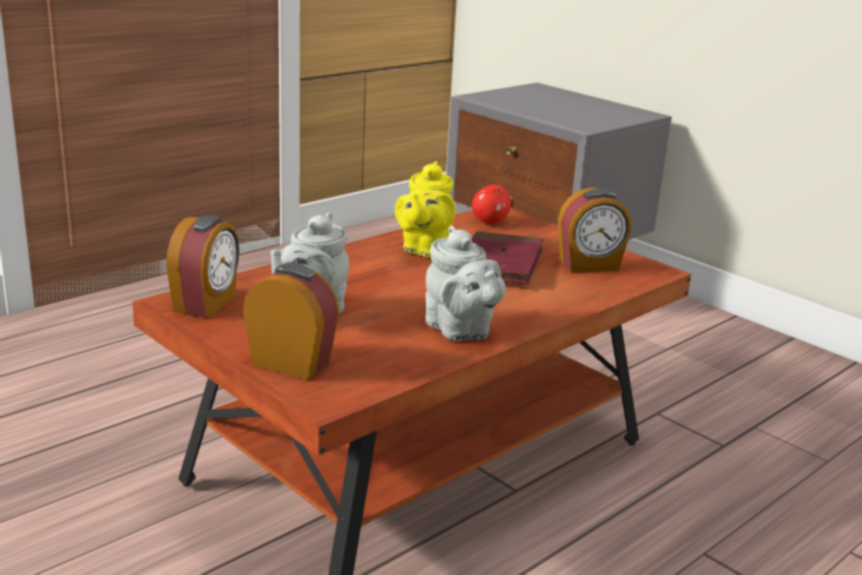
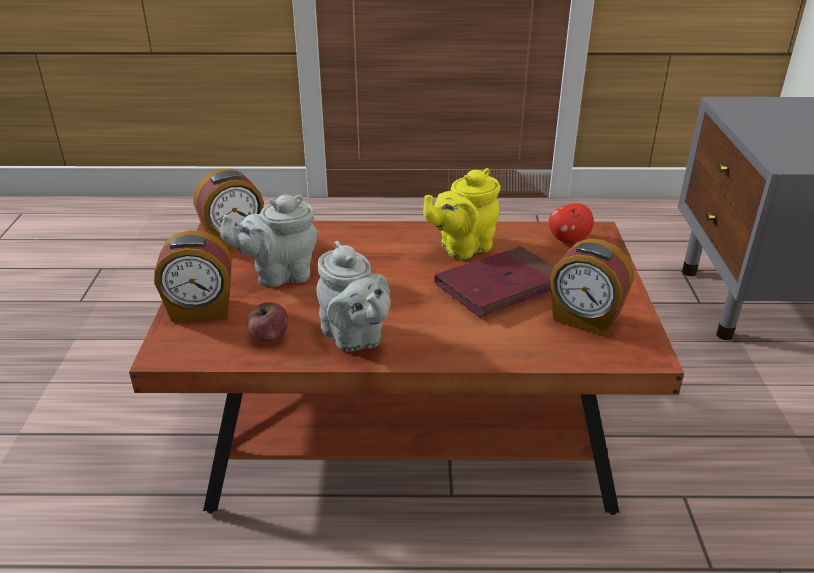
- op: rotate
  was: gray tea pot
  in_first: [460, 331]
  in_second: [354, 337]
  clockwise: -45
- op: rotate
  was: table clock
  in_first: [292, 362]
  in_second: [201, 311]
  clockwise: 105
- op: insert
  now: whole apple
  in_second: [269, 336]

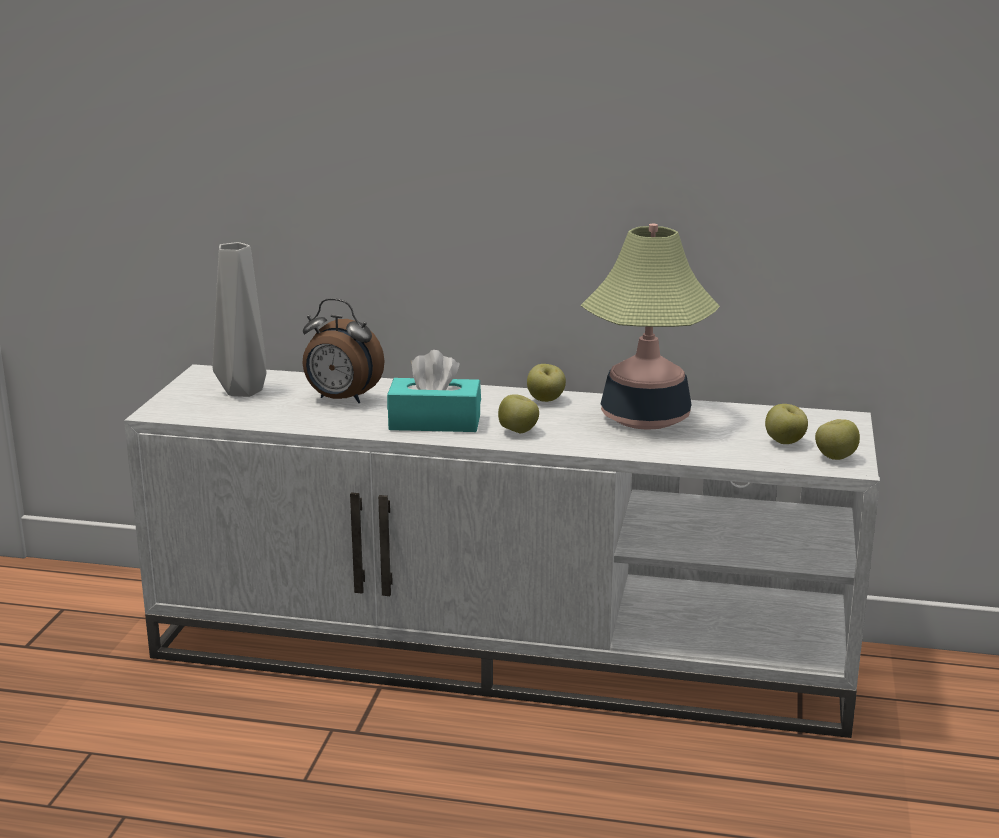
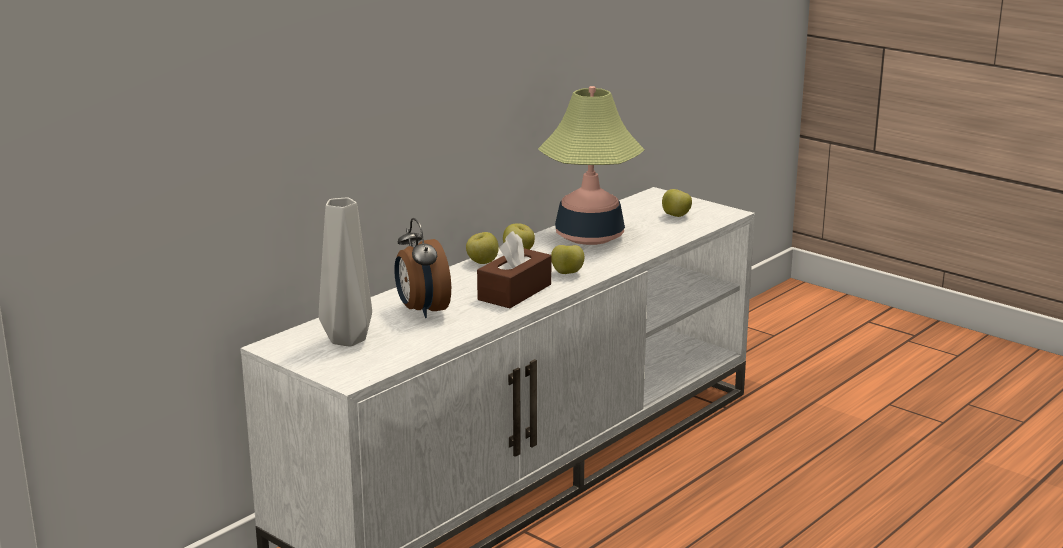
- op: rotate
  was: table clock
  in_first: [341, 399]
  in_second: [421, 310]
  clockwise: 105
- op: recolor
  was: turquoise-coloured tissue box
  now: brown-coloured tissue box
  in_first: [435, 422]
  in_second: [514, 292]
- op: move
  was: whole apple
  in_first: [835, 458]
  in_second: [482, 262]

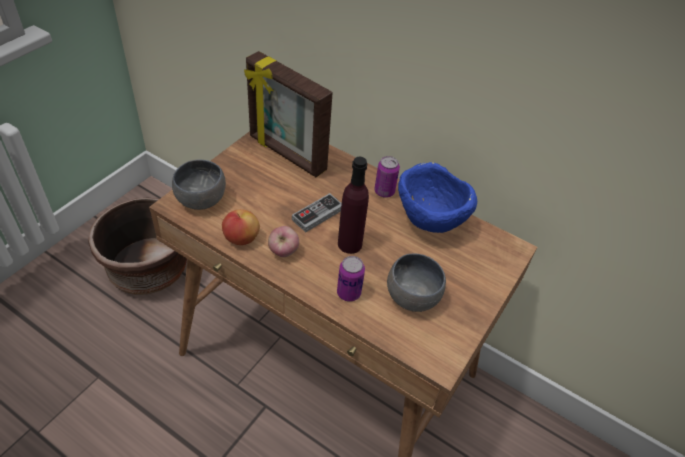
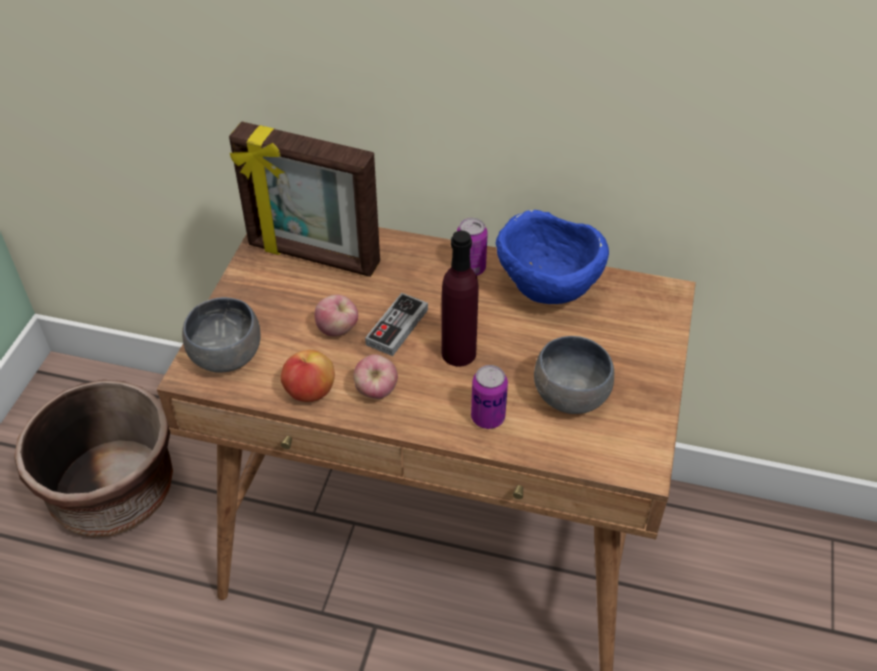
- op: insert
  now: whole apple
  in_second: [337, 330]

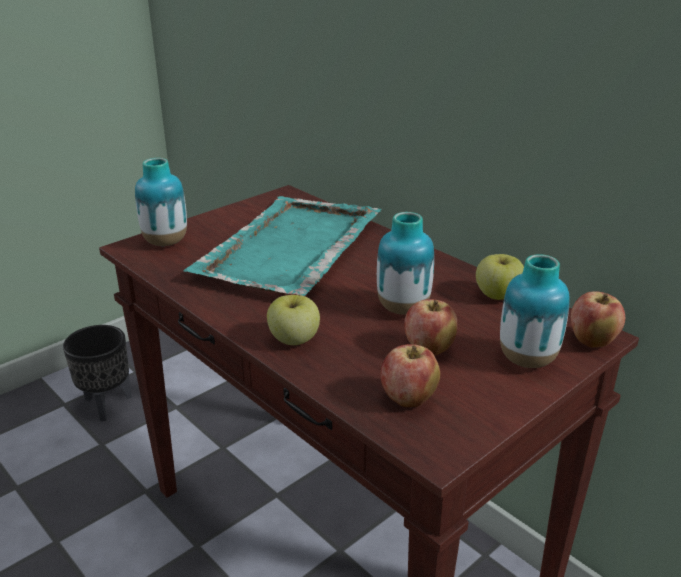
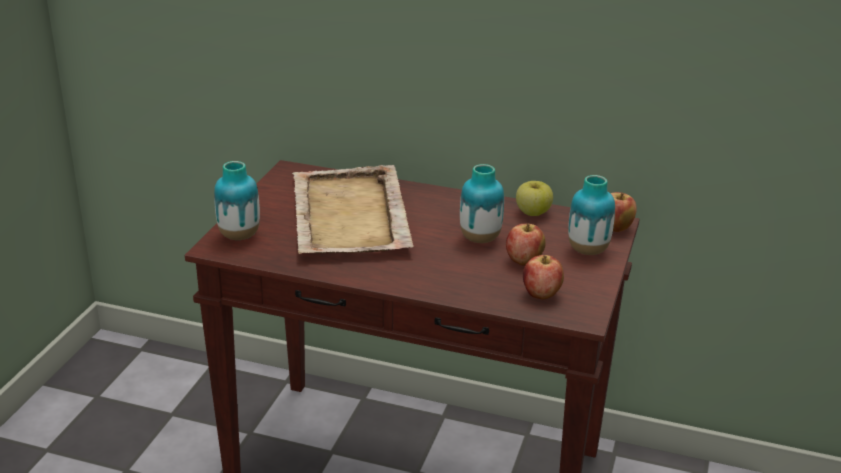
- op: recolor
  was: turquoise-coloured tray
  now: beige tray
  in_first: [289, 249]
  in_second: [349, 216]
- op: delete
  was: whole apple
  in_first: [294, 340]
- op: delete
  was: blackish plant pot
  in_first: [106, 405]

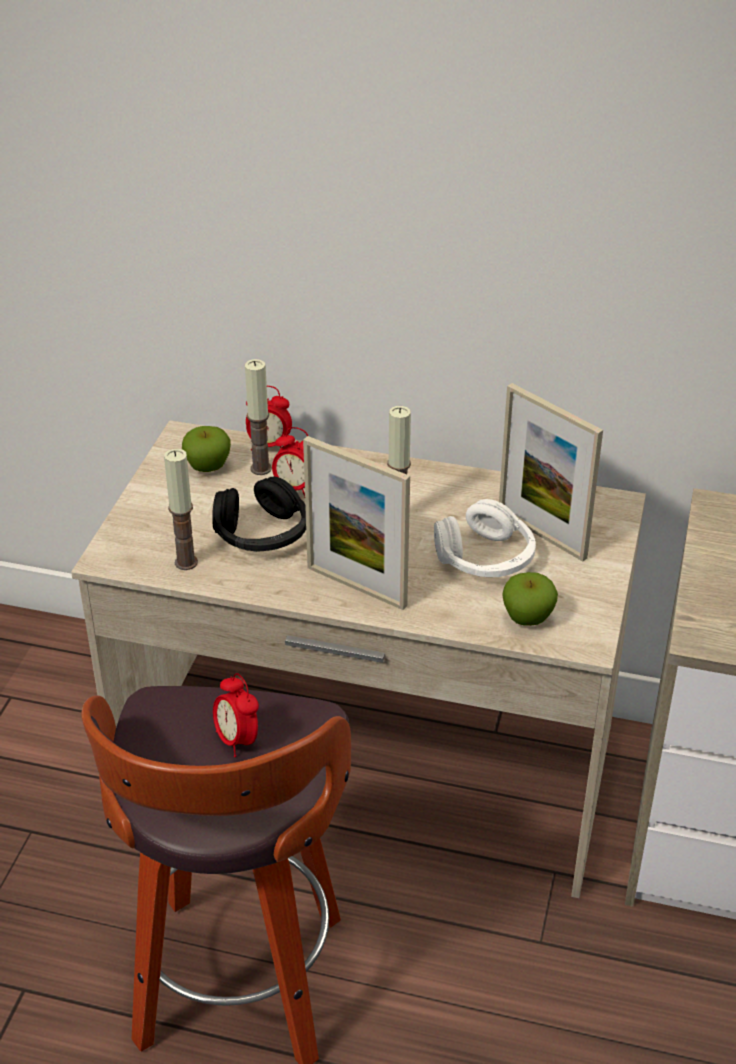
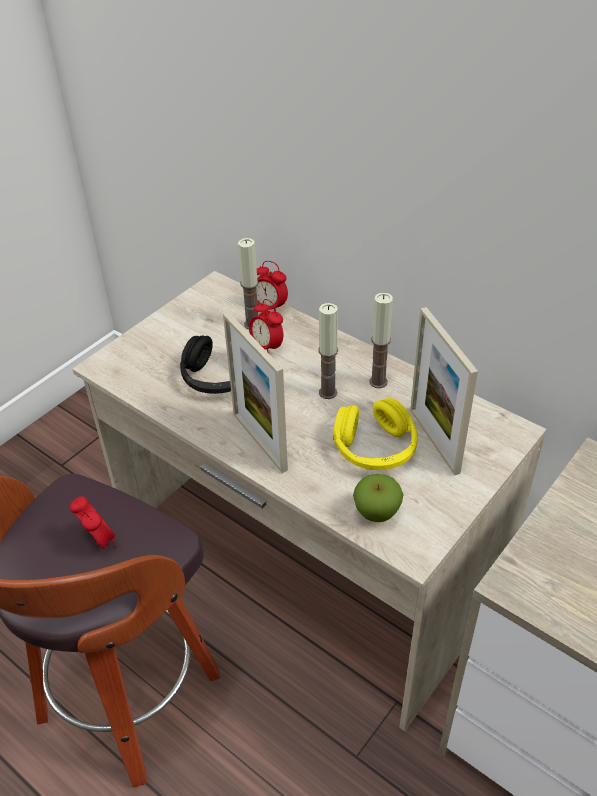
- op: delete
  was: whole apple
  in_first: [208, 467]
- op: move
  was: wax light
  in_first: [186, 562]
  in_second: [378, 382]
- op: recolor
  was: whitish headset
  now: yellowish headset
  in_first: [485, 558]
  in_second: [375, 448]
- op: rotate
  was: table clock
  in_first: [237, 740]
  in_second: [99, 541]
  clockwise: 150

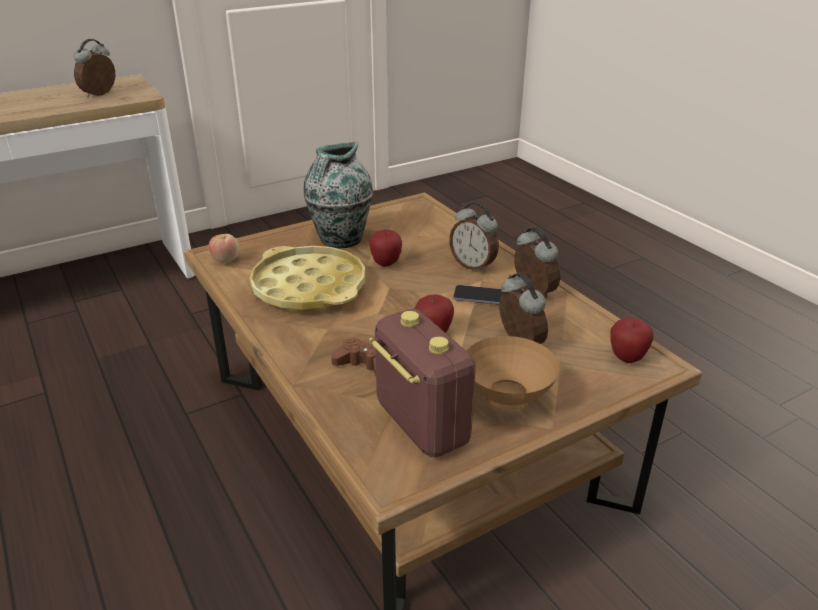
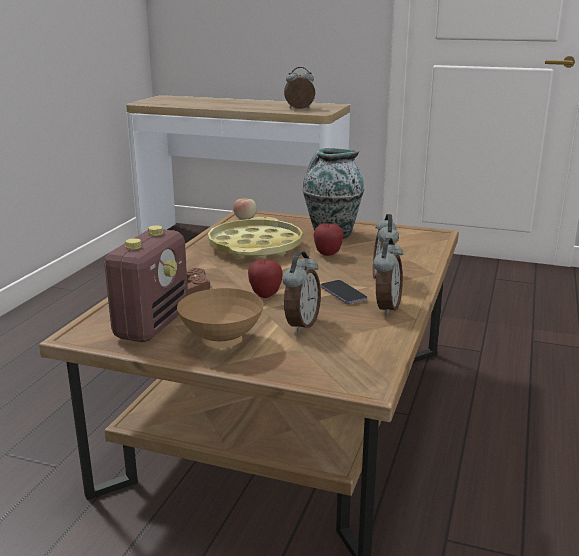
- op: delete
  was: whole apple
  in_first: [627, 358]

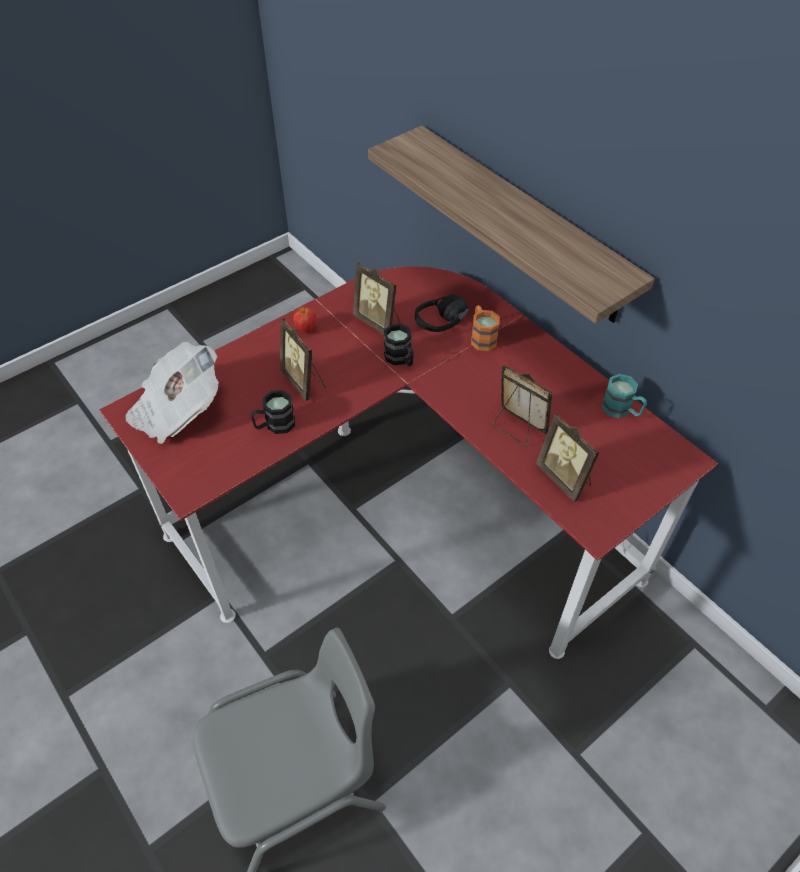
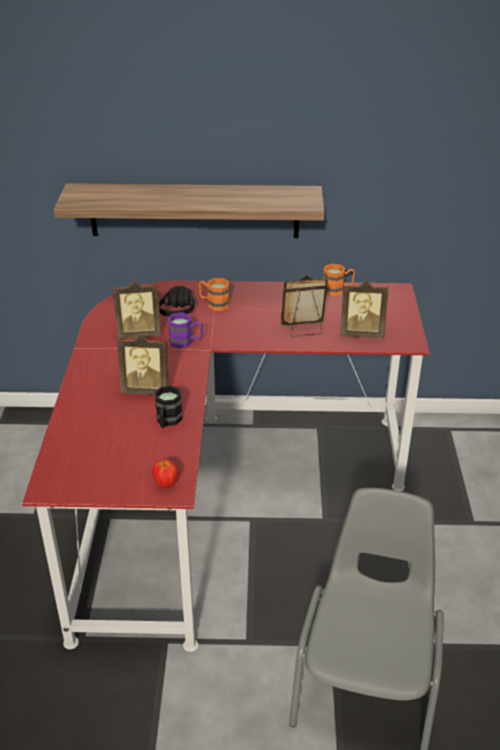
- op: move
  was: whole apple
  in_first: [306, 329]
  in_second: [166, 484]
- op: recolor
  was: blackish mug
  now: purplish mug
  in_first: [400, 359]
  in_second: [186, 341]
- op: delete
  was: daily paper
  in_first: [177, 410]
- op: recolor
  was: turquoise-coloured mug
  now: orangey mug
  in_first: [621, 410]
  in_second: [338, 290]

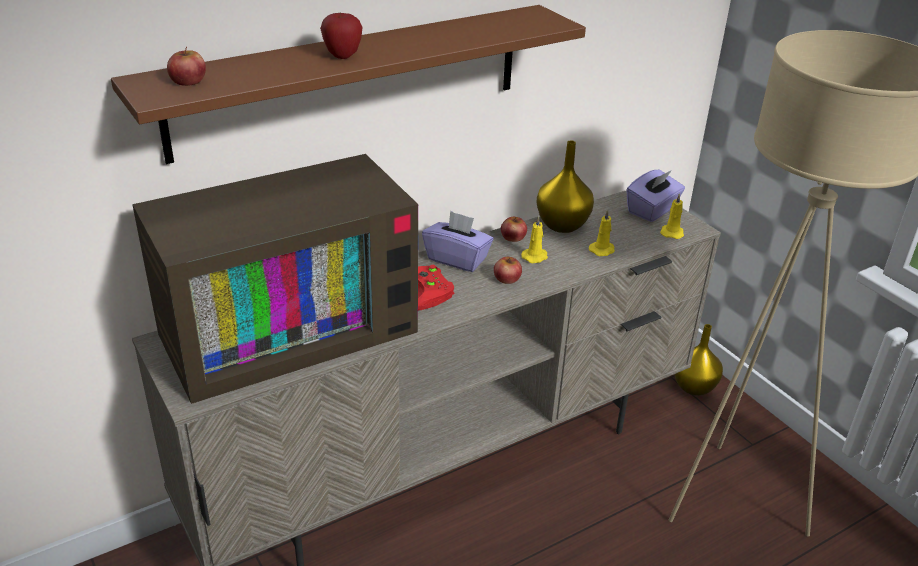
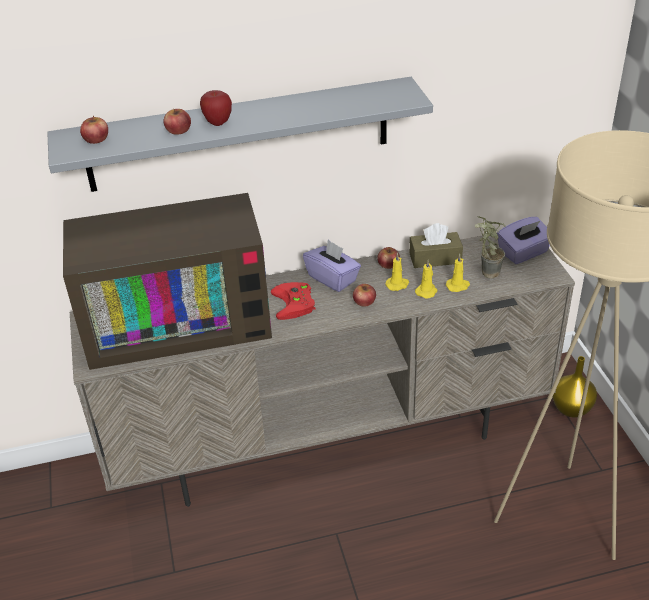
- op: recolor
  was: brown-coloured shelf
  now: gray shelf
  in_first: [351, 80]
  in_second: [239, 135]
- op: replace
  was: yellowish decorative vase
  now: brown-coloured tissue box
  in_first: [562, 225]
  in_second: [435, 258]
- op: move
  was: yellowish wax light
  in_first: [671, 232]
  in_second: [426, 291]
- op: insert
  now: whole apple
  in_second: [178, 130]
- op: insert
  now: potted plant
  in_second: [485, 272]

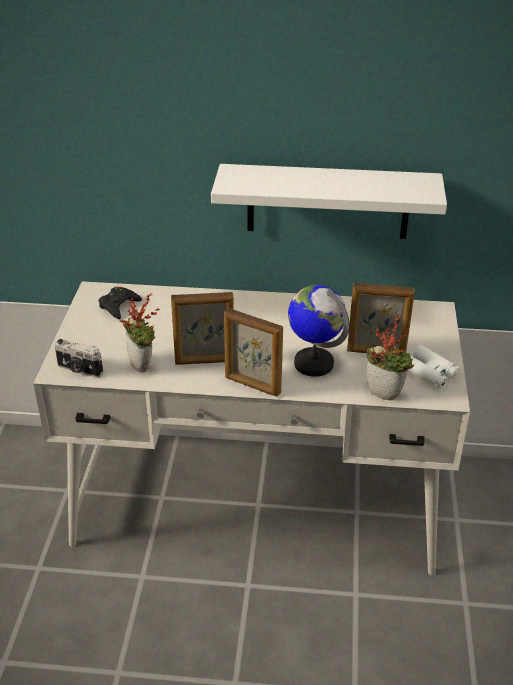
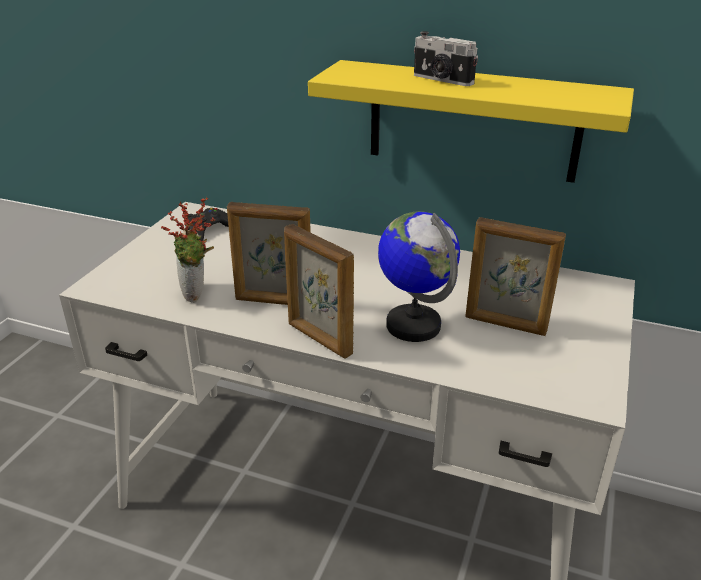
- op: recolor
  was: whitish shelf
  now: yellowish shelf
  in_first: [328, 201]
  in_second: [473, 121]
- op: delete
  was: potted plant
  in_first: [386, 392]
- op: move
  was: photo camera
  in_first: [79, 370]
  in_second: [442, 80]
- op: delete
  was: whitish field glasses
  in_first: [429, 372]

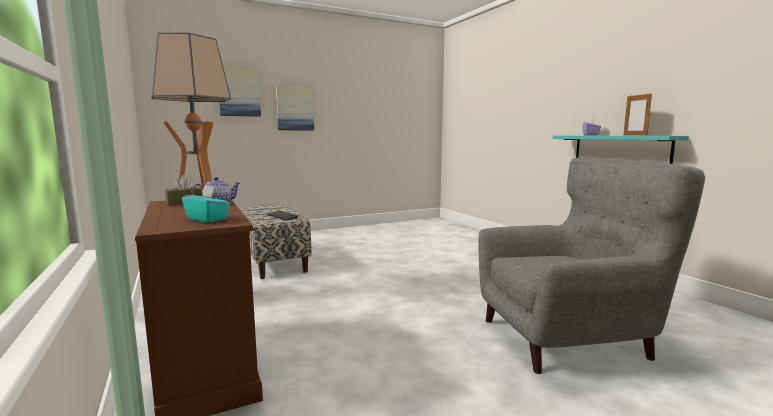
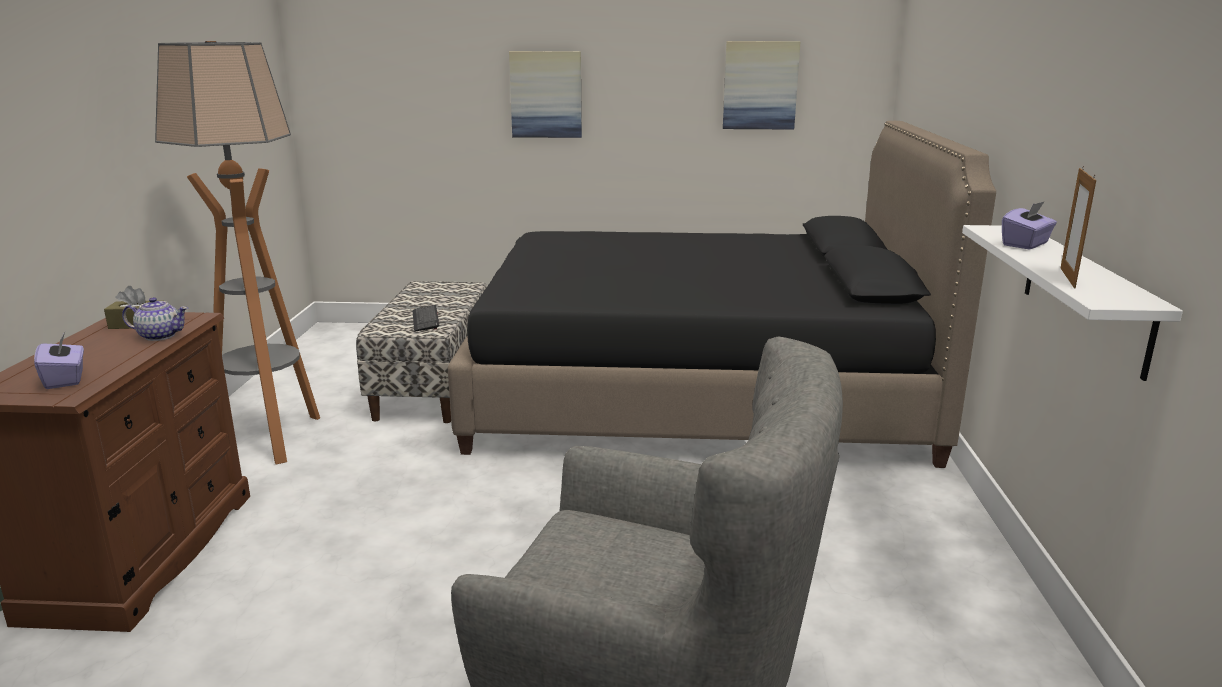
- op: move
  was: picture
  in_first: [239, 93]
  in_second: [760, 85]
- op: recolor
  was: turquoise-coloured shelf
  now: whitish shelf
  in_first: [620, 149]
  in_second: [1084, 296]
- op: recolor
  was: turquoise-coloured tissue box
  now: purplish tissue box
  in_first: [207, 219]
  in_second: [65, 379]
- op: insert
  now: blackish sleeping bed
  in_second: [694, 392]

